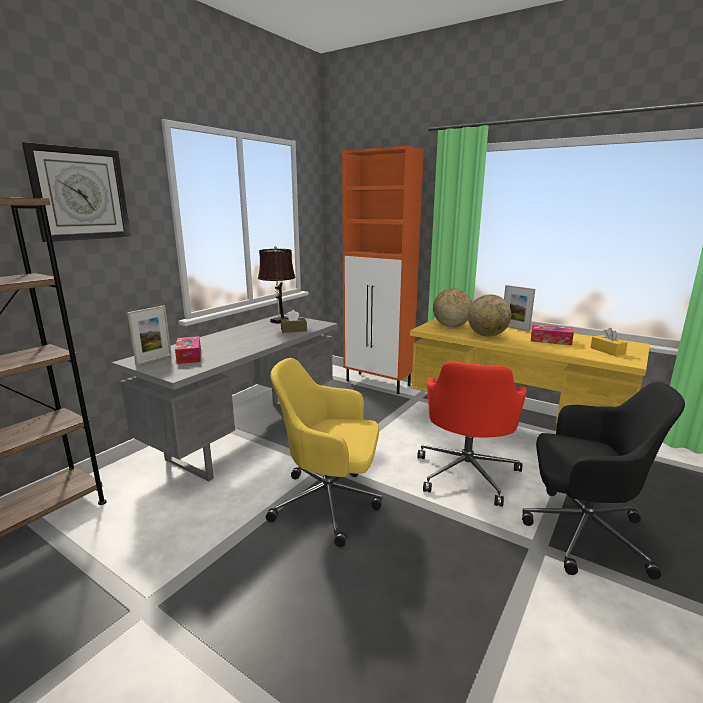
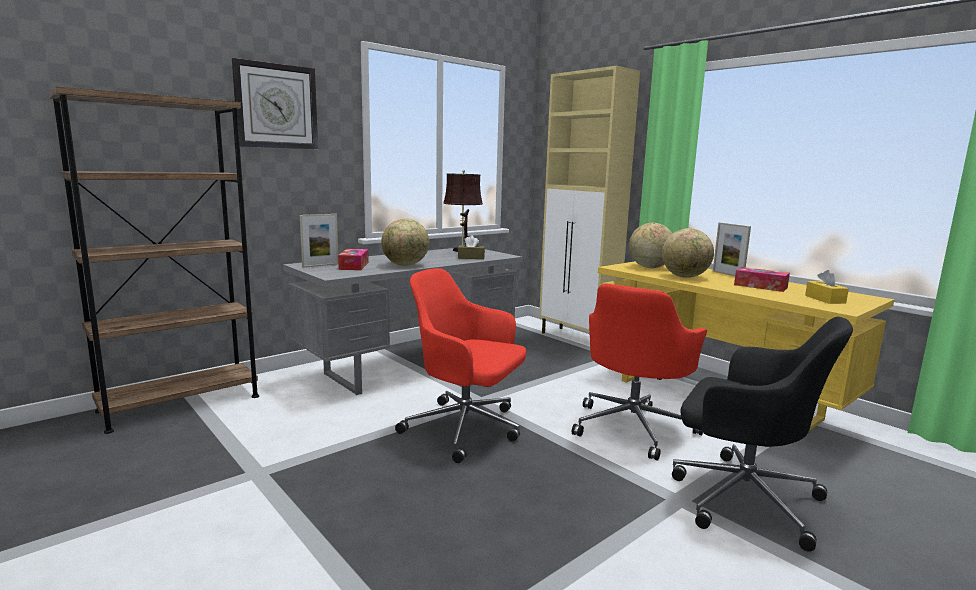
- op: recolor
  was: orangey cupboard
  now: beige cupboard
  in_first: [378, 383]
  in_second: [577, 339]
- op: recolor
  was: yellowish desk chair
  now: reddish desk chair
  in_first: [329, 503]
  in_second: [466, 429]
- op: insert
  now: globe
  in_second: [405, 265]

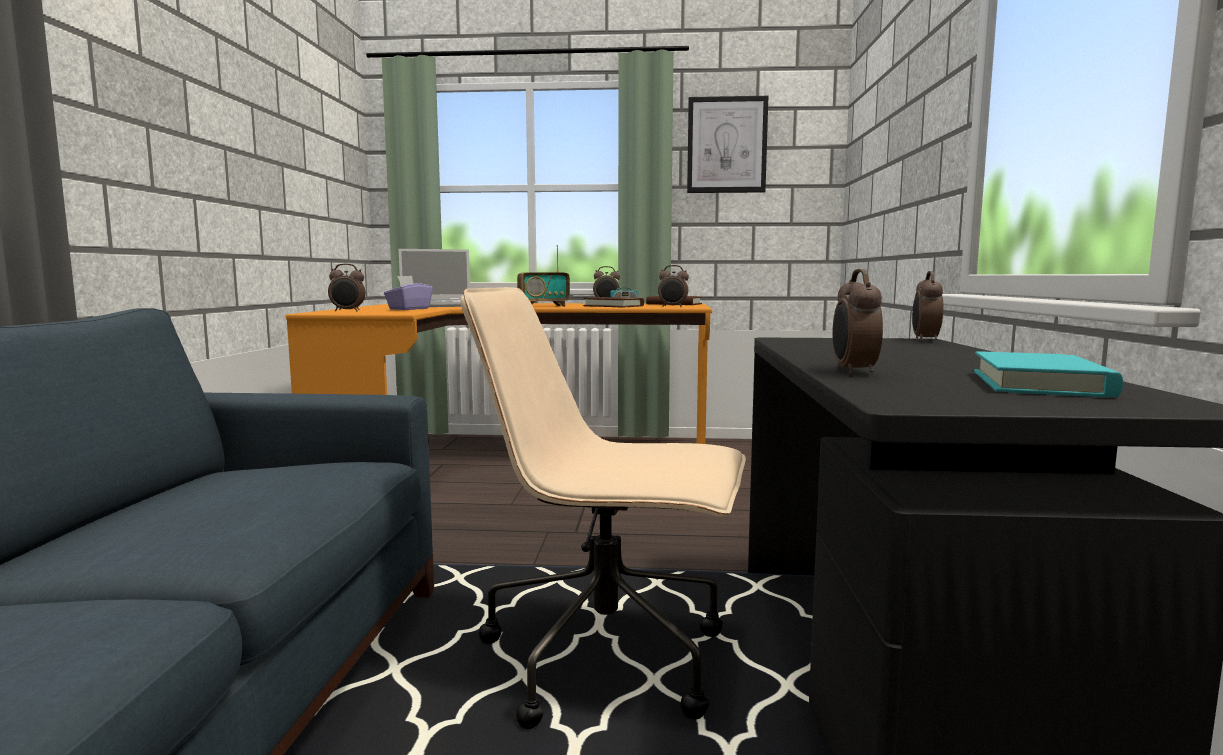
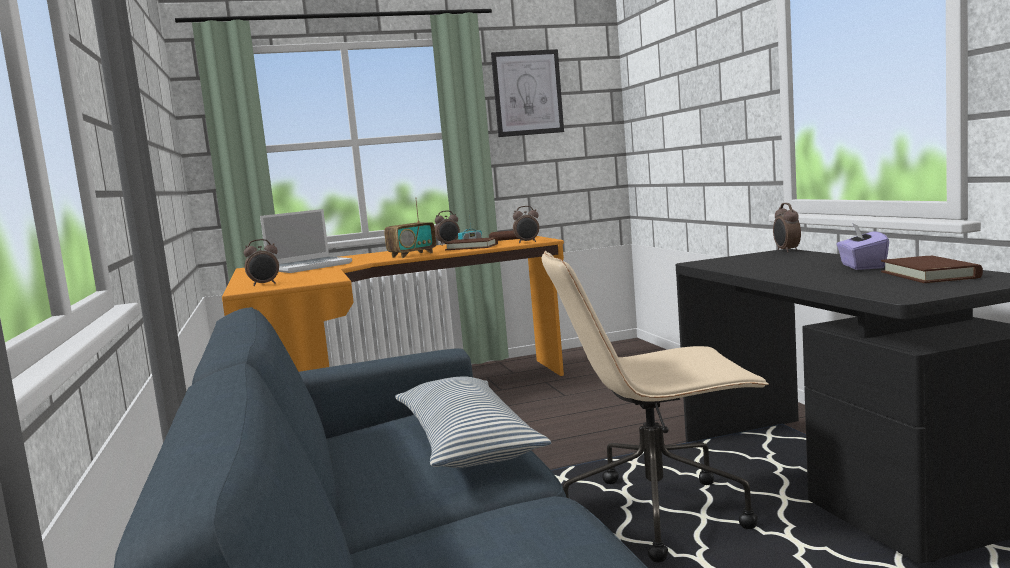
- op: delete
  was: table clock
  in_first: [853, 372]
- op: move
  was: purplish tissue box
  in_first: [409, 309]
  in_second: [861, 266]
- op: recolor
  was: turquoise-coloured volume
  now: brown-coloured volume
  in_first: [1039, 383]
  in_second: [929, 275]
- op: insert
  now: throw pillow
  in_second: [466, 442]

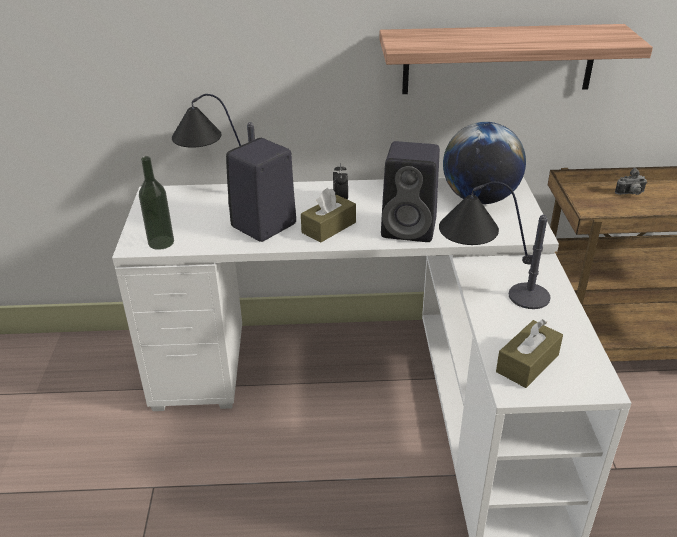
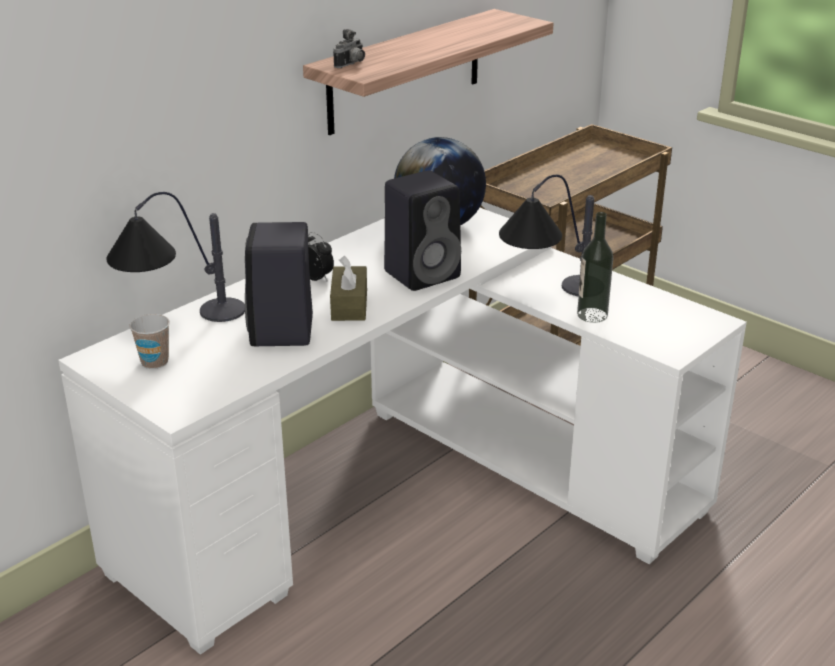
- op: move
  was: beverage bottle
  in_first: [161, 242]
  in_second: [592, 315]
- op: move
  was: photo camera
  in_first: [630, 194]
  in_second: [351, 65]
- op: delete
  was: brown-coloured tissue box
  in_first: [527, 363]
- op: insert
  now: cup
  in_second: [154, 362]

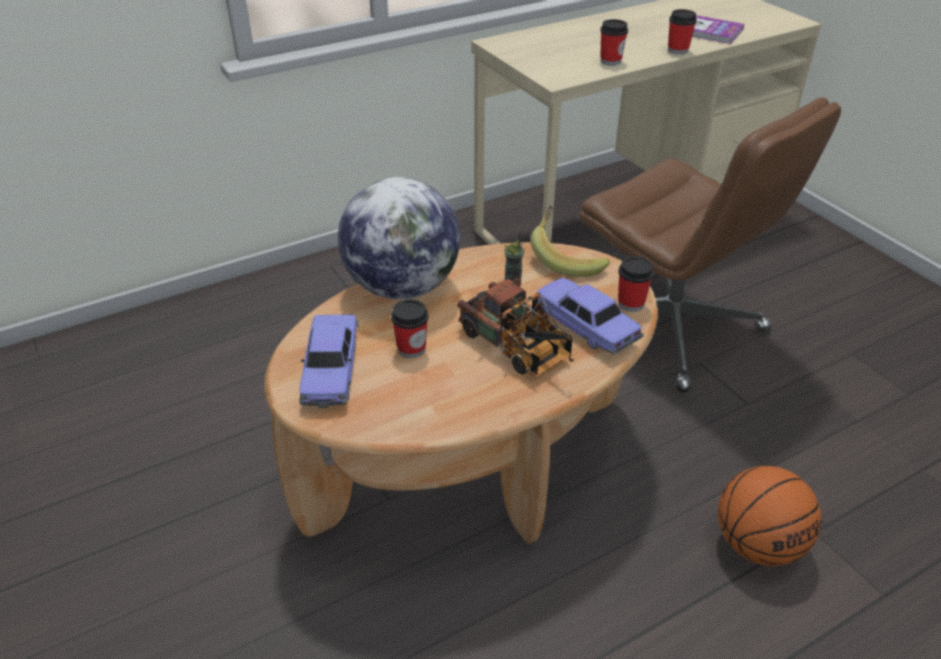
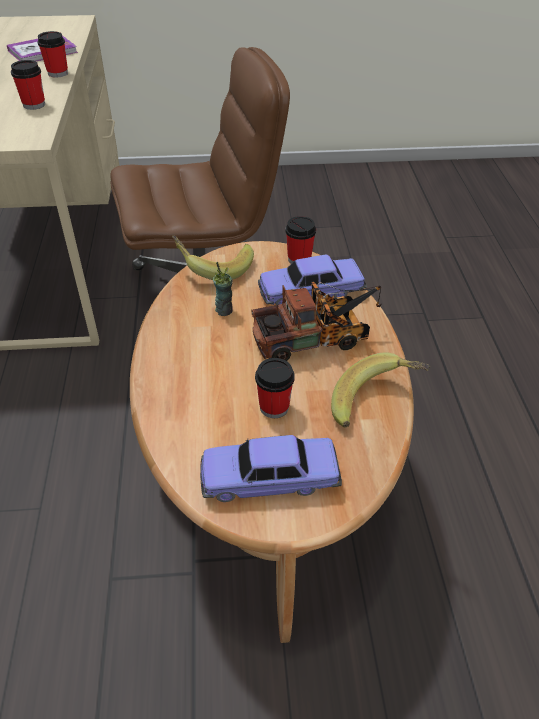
- op: delete
  was: globe
  in_first: [402, 287]
- op: rotate
  was: model car
  in_first: [331, 370]
  in_second: [269, 478]
  clockwise: 150
- op: delete
  was: basketball ball
  in_first: [758, 545]
- op: insert
  now: banana
  in_second: [376, 404]

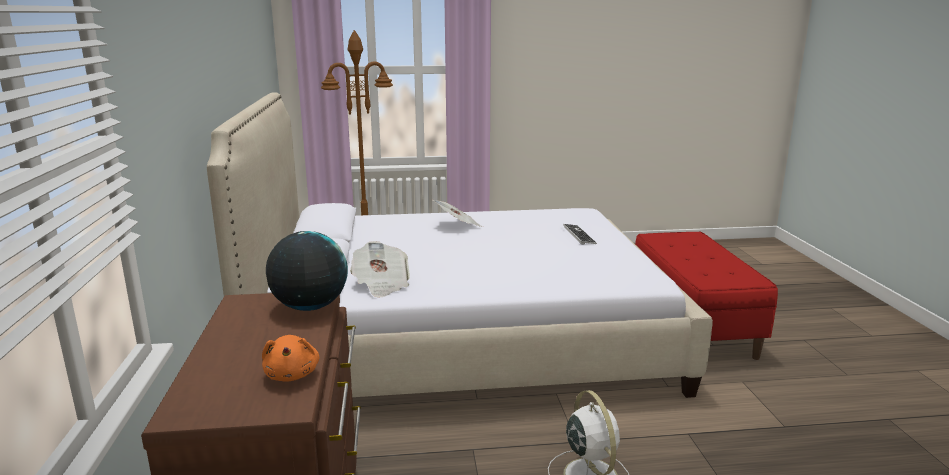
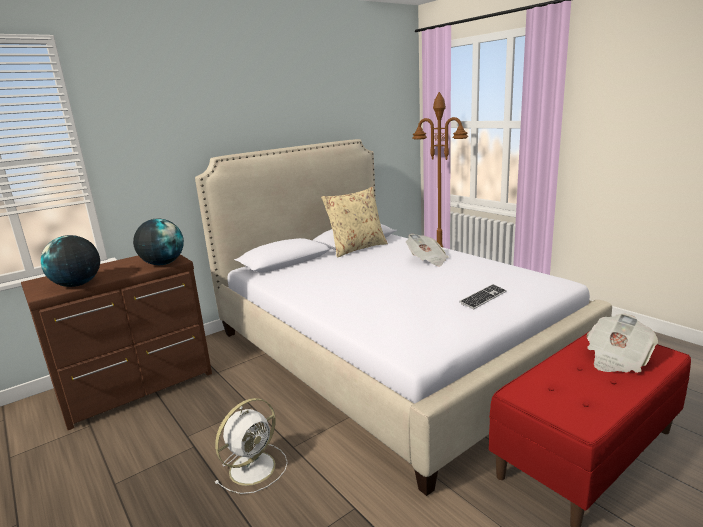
- op: move
  was: daily paper
  in_first: [381, 284]
  in_second: [616, 359]
- op: replace
  was: orangey soft toy
  now: globe
  in_first: [292, 374]
  in_second: [77, 285]
- op: insert
  now: beige throw pillow
  in_second: [357, 248]

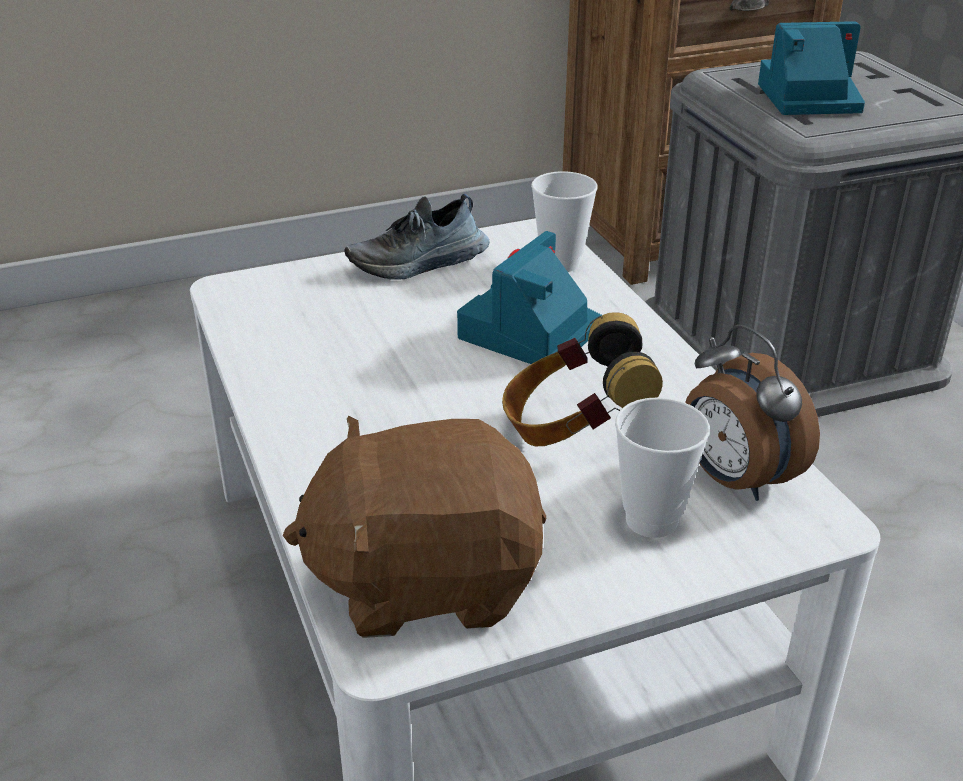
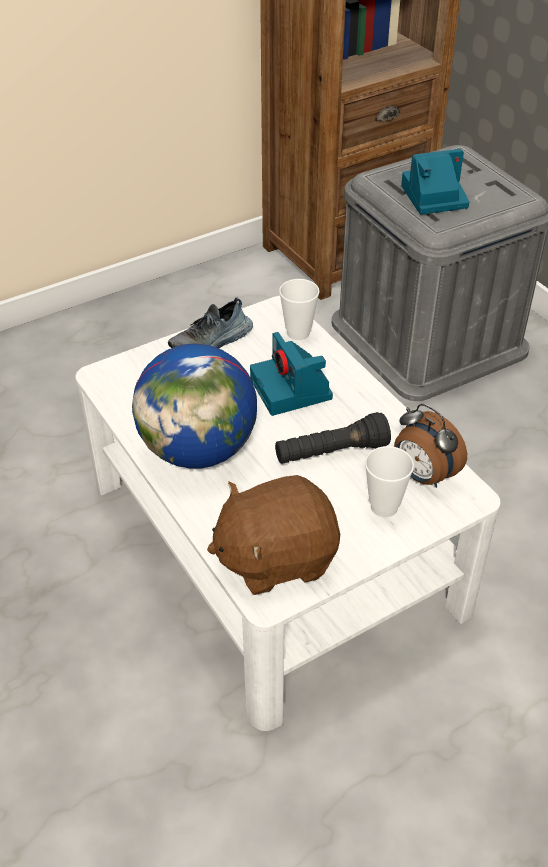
- op: rotate
  was: photo camera
  in_first: [530, 334]
  in_second: [292, 390]
  clockwise: -45
- op: replace
  was: headset
  now: blackish torch
  in_first: [573, 428]
  in_second: [331, 453]
- op: insert
  now: globe
  in_second: [199, 450]

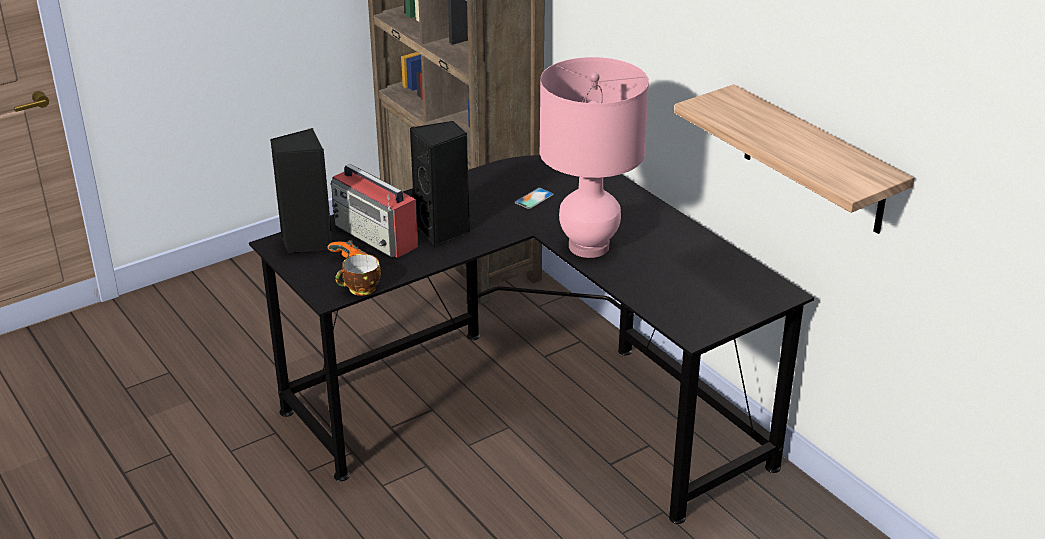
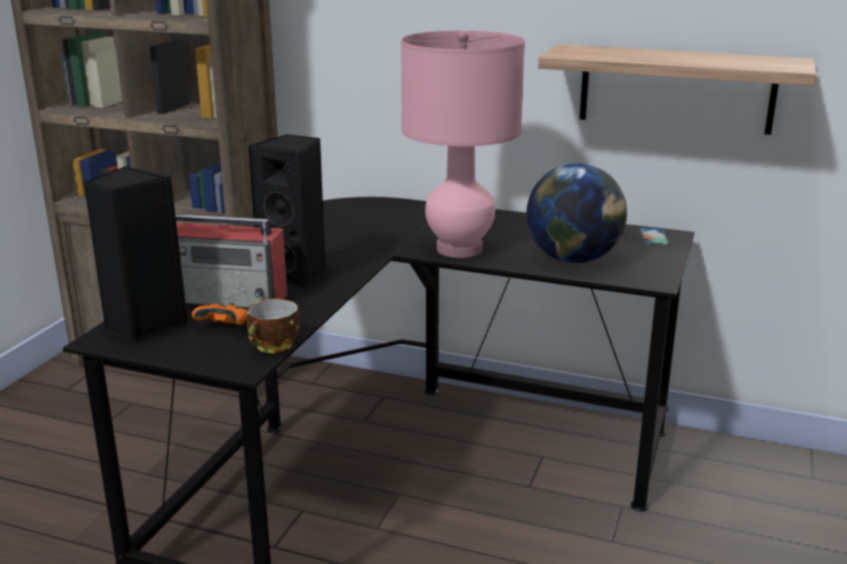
- op: move
  was: telephone
  in_first: [534, 198]
  in_second: [653, 237]
- op: insert
  now: globe
  in_second: [573, 259]

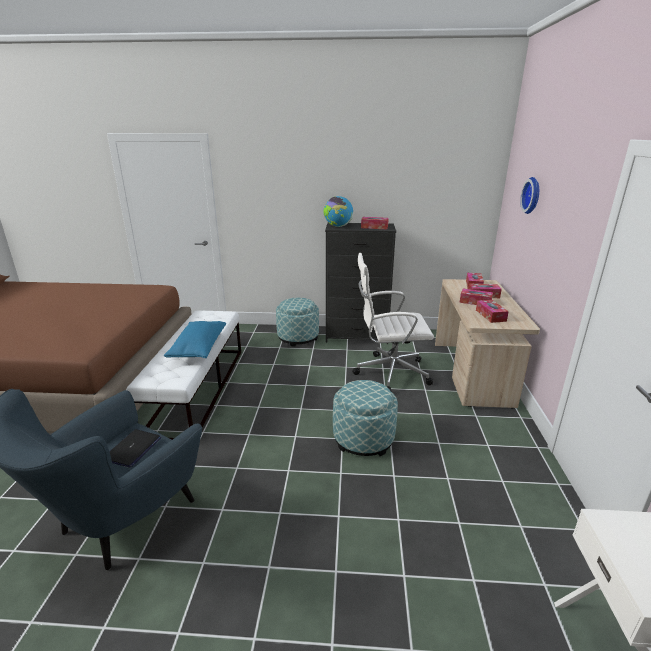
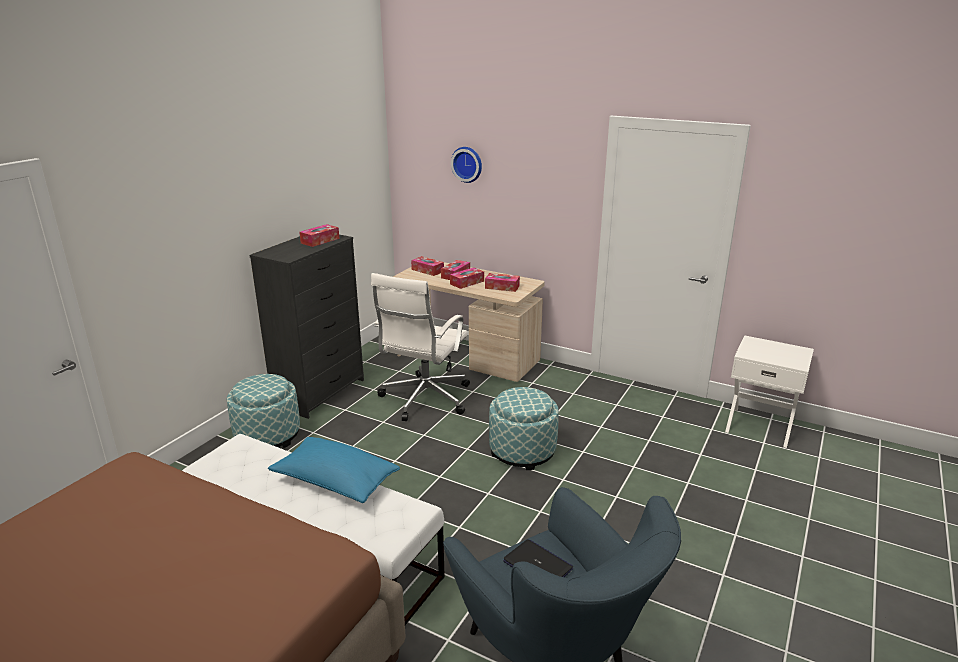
- op: delete
  was: globe
  in_first: [338, 226]

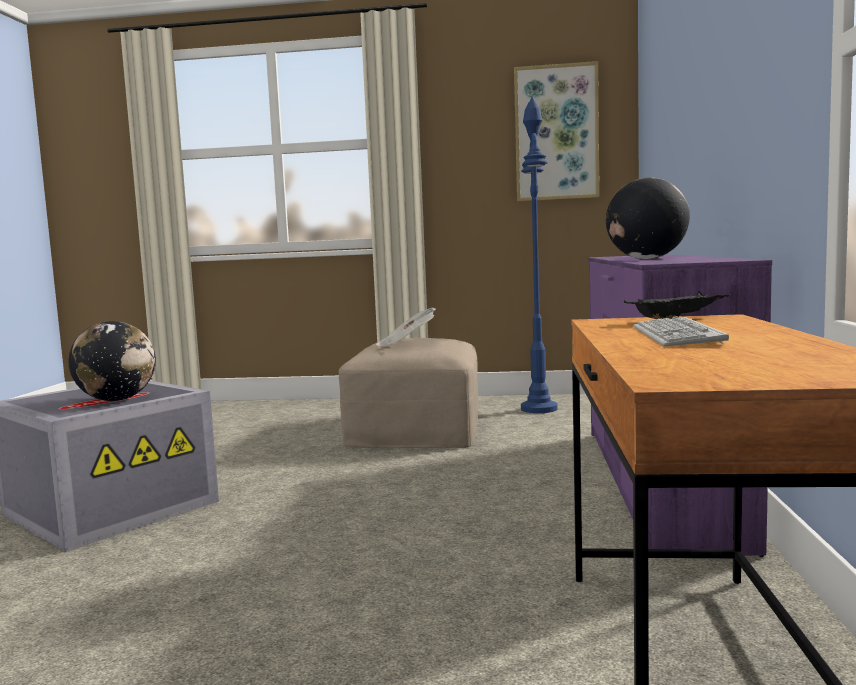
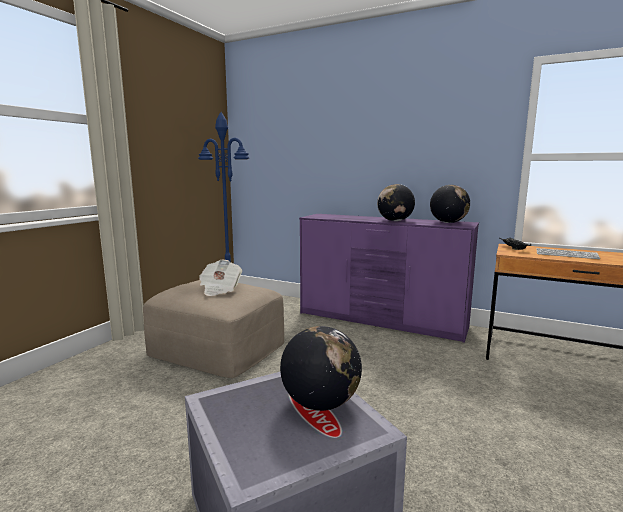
- op: delete
  was: picture
  in_first: [556, 133]
- op: insert
  now: globe
  in_second: [448, 222]

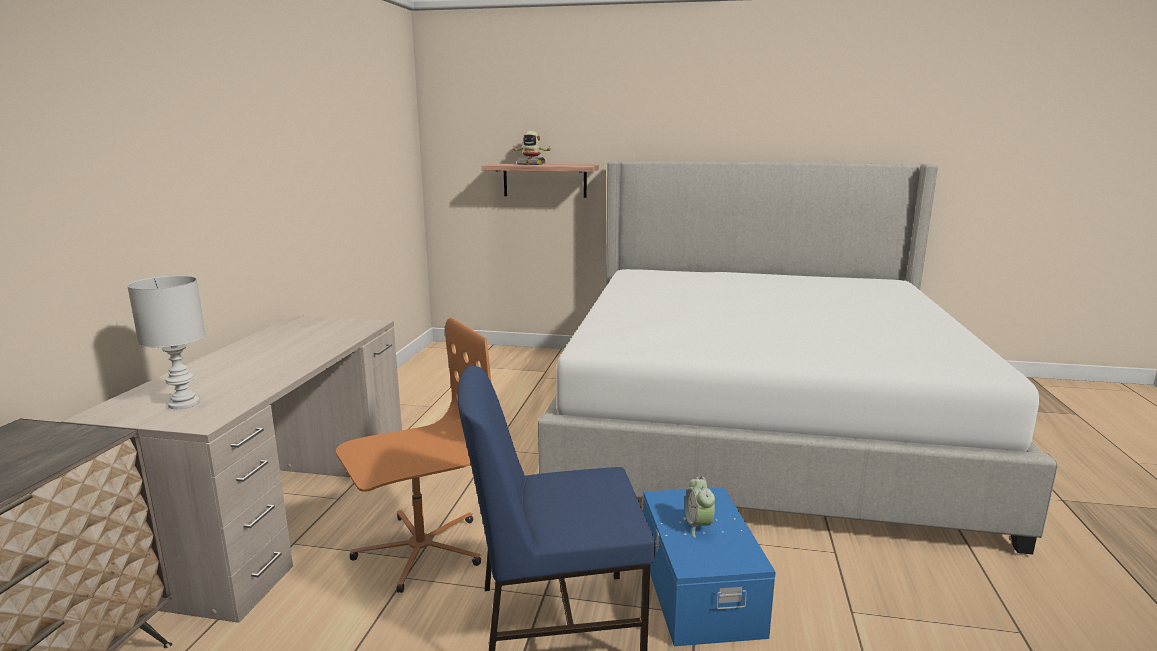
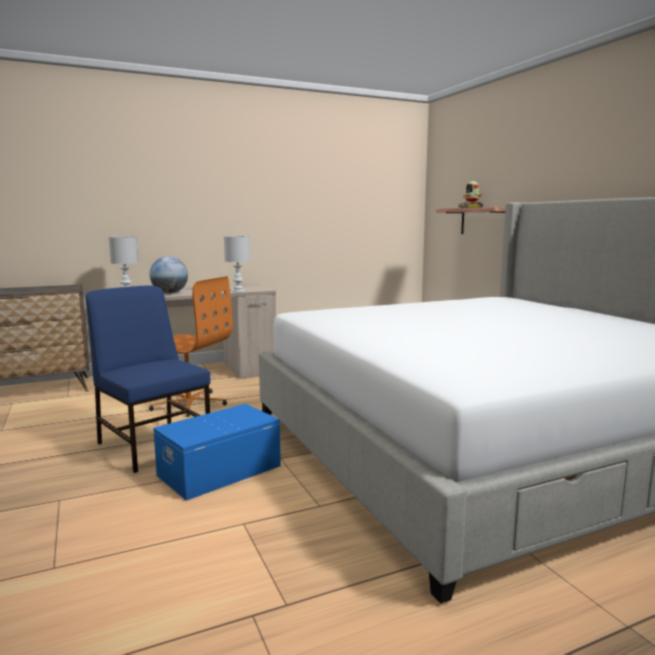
- op: delete
  was: table clock
  in_first: [698, 526]
- op: insert
  now: whitish tabletop lamp
  in_second: [238, 291]
- op: insert
  now: globe
  in_second: [170, 293]

